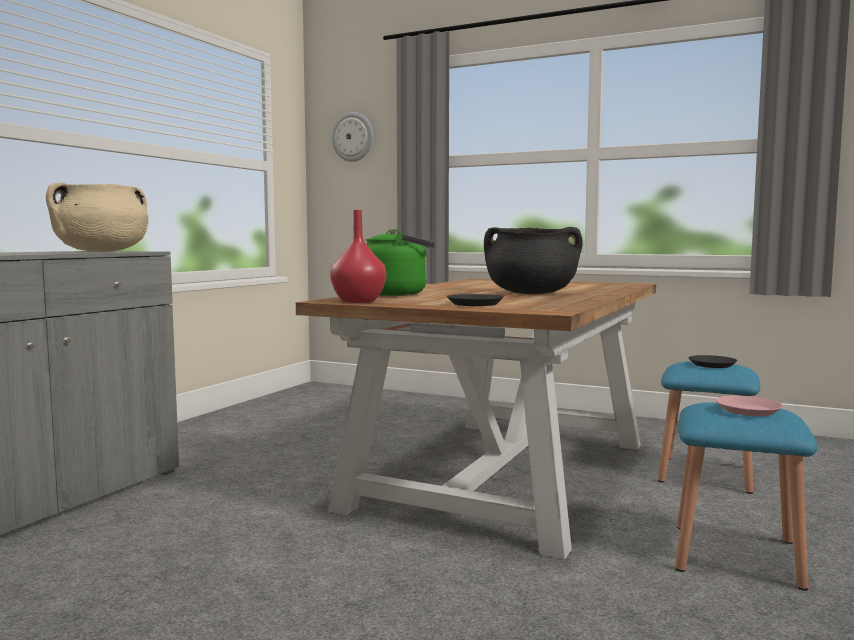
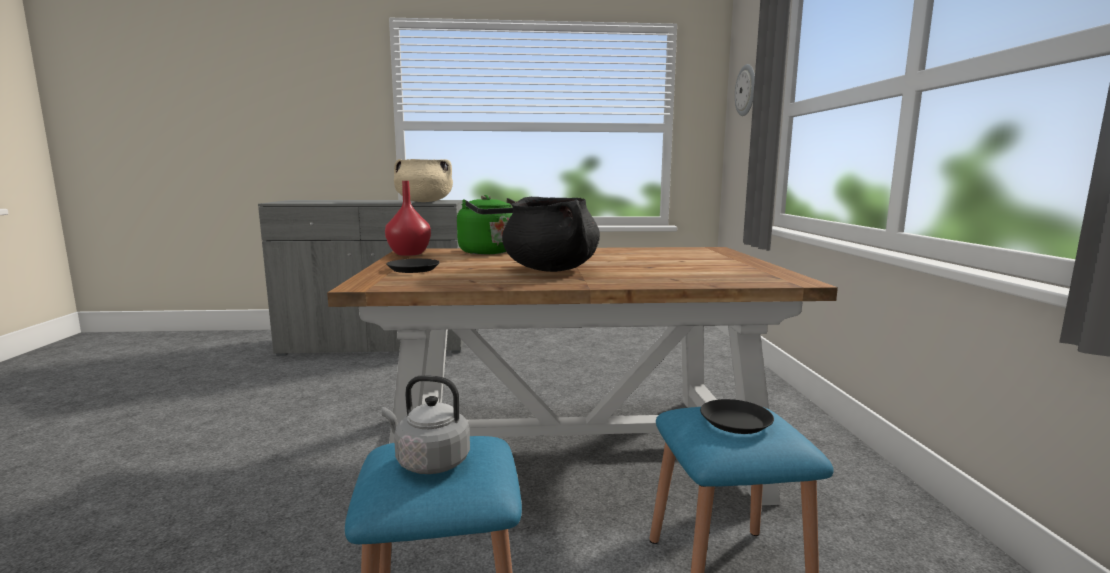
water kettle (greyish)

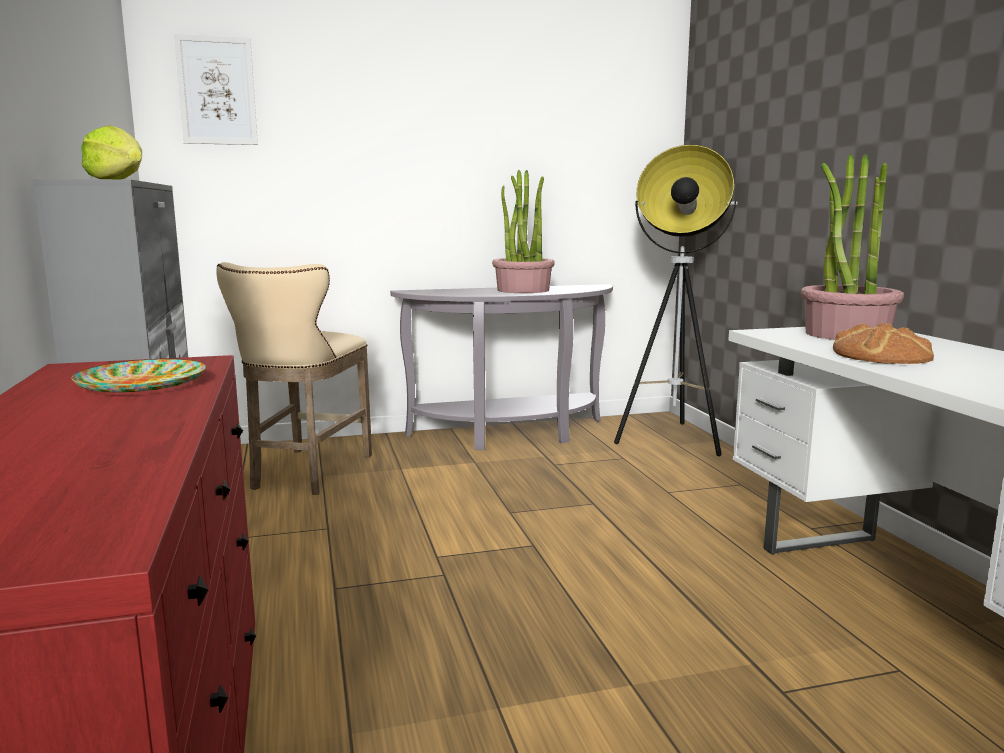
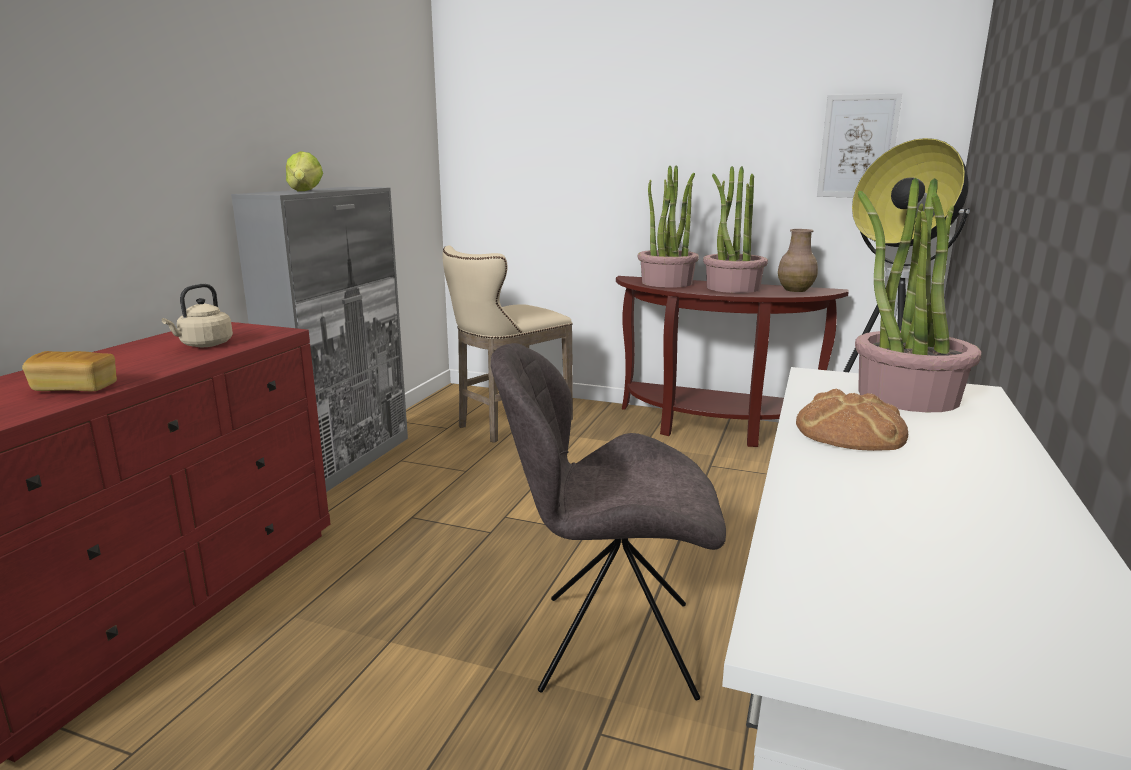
bakery bread (no. 1 from left); plain chair (greyish); houseplant (no. 1 from left); vase (brown); wall art; water kettle (sand-coloured); hall table (brown)

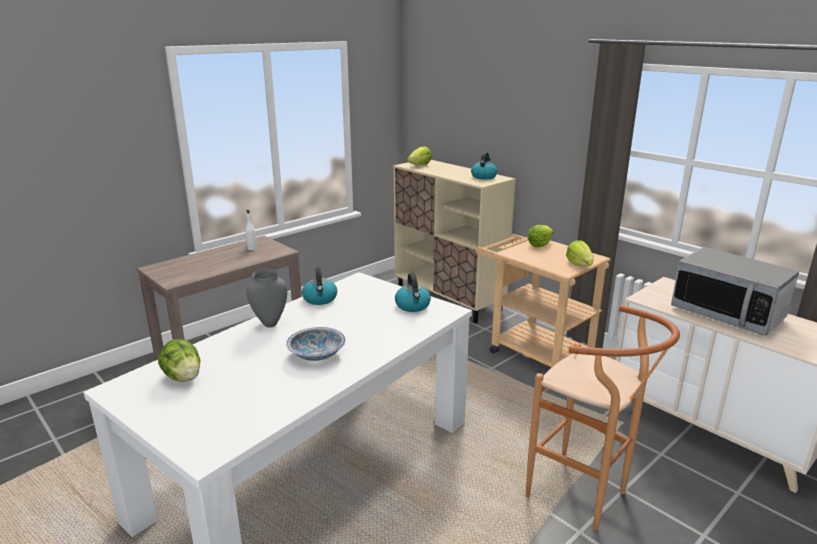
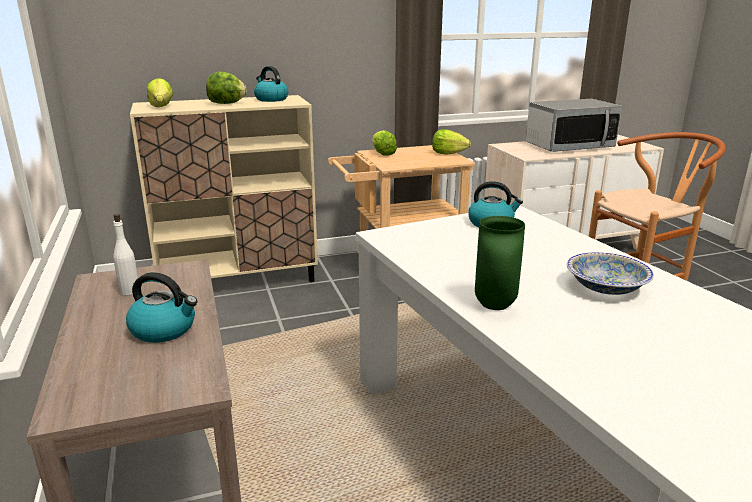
lettuce head (no. 2 from left); water kettle (no. 1 from left); vase (green-coloured)

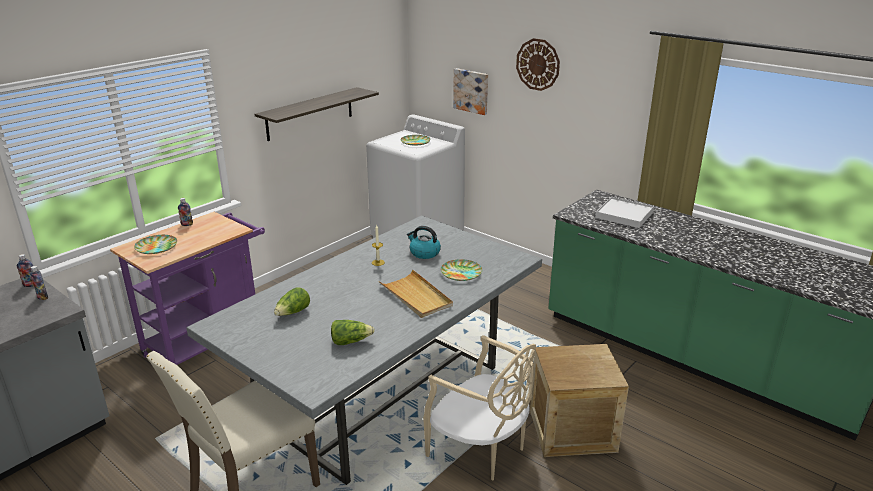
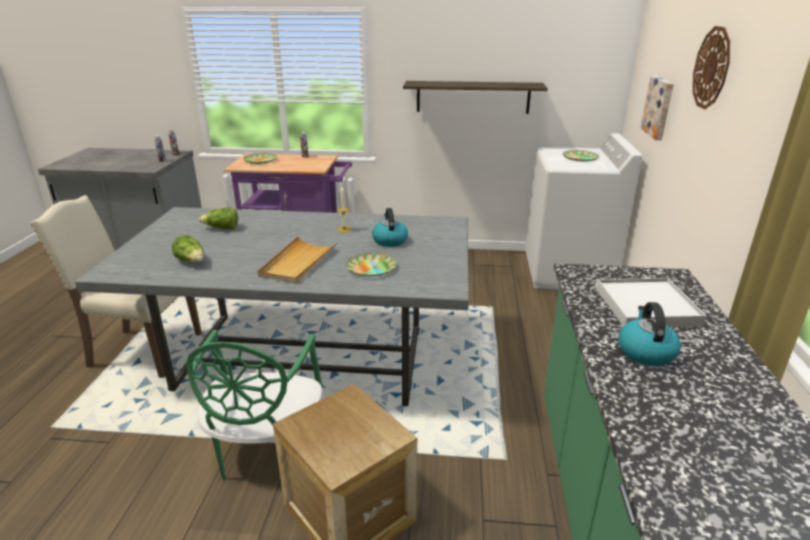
water kettle (no. 2 from left); plain chair (green-coloured)

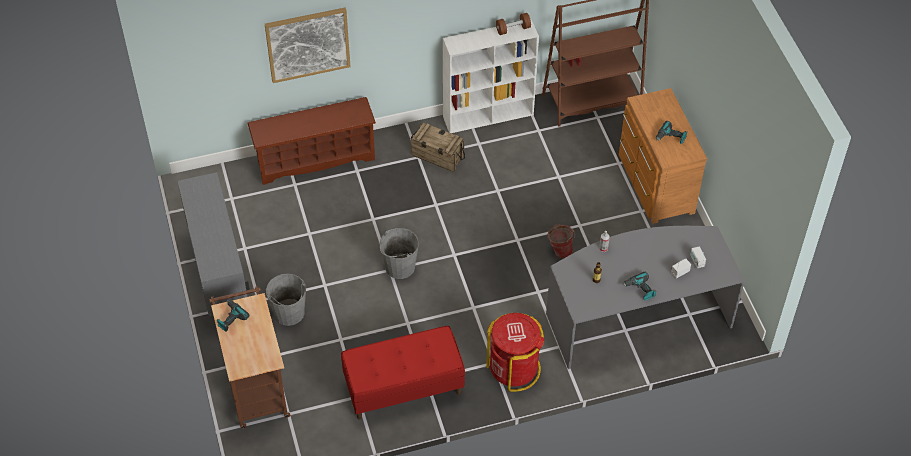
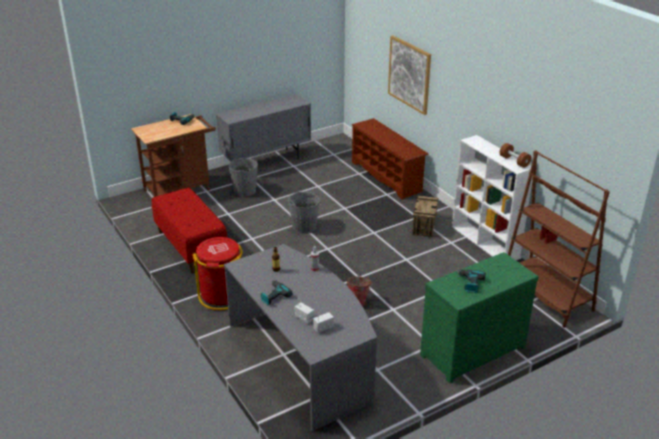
chest of drawers (green-coloured)

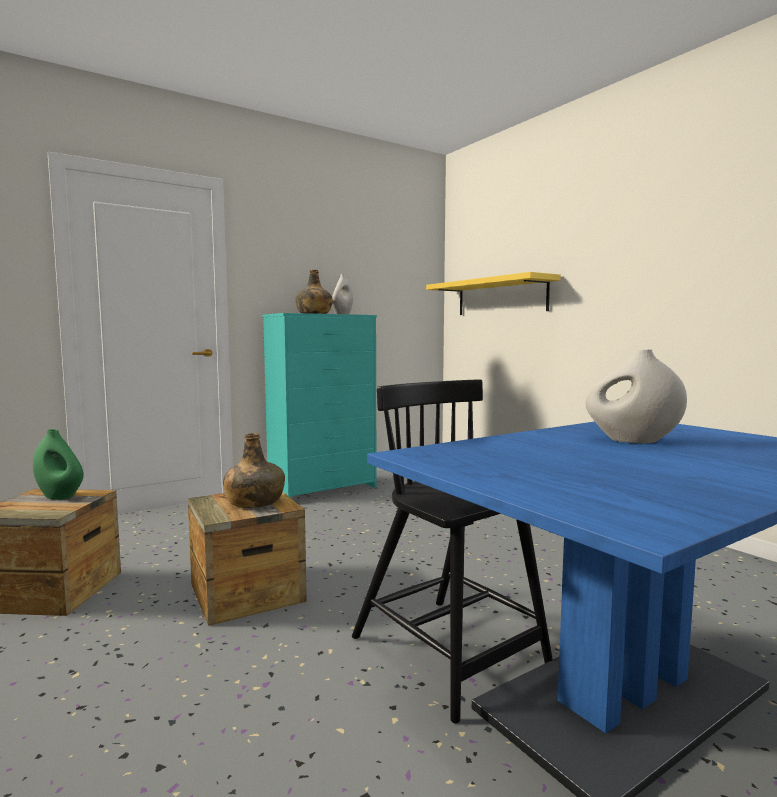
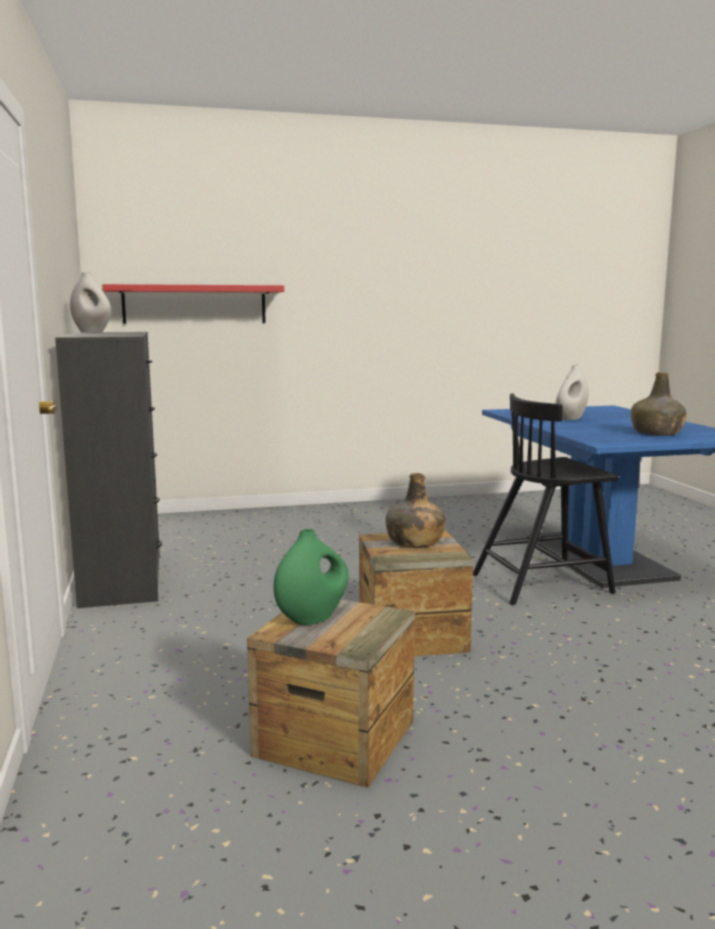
beverage bottle (green-coloured) (no. 2 from left); chest of drawers (blackish); wall shelf (red-coloured)

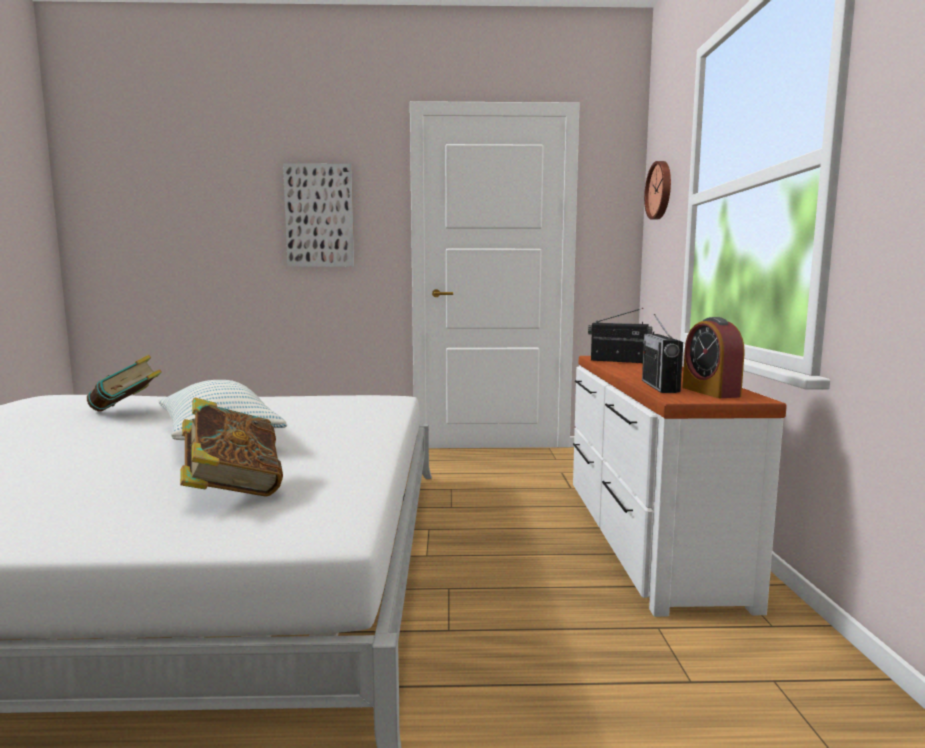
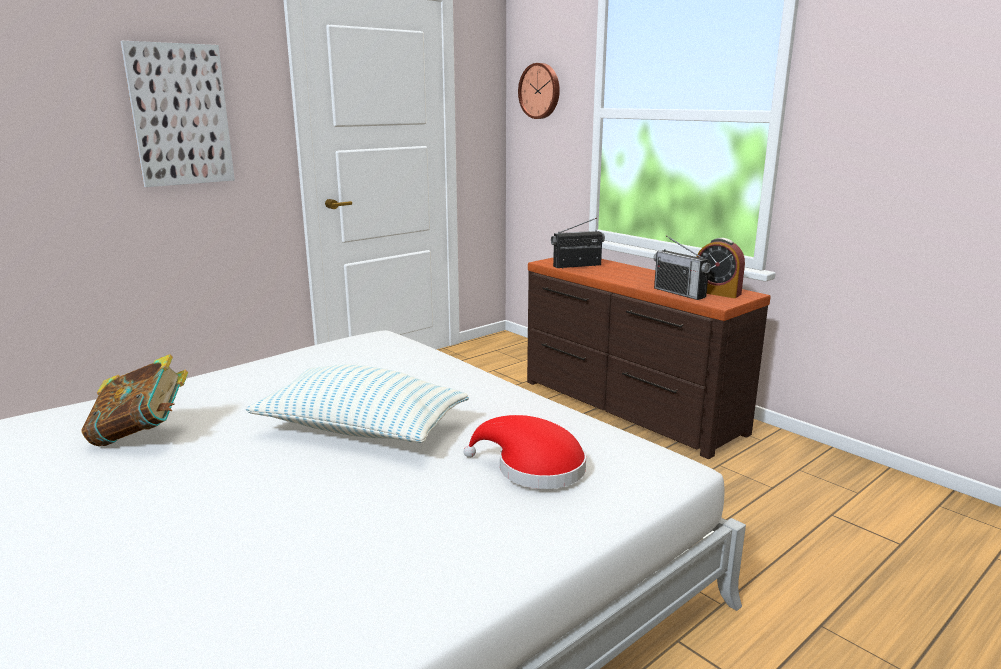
hat (red-coloured); chest of drawers (brown)

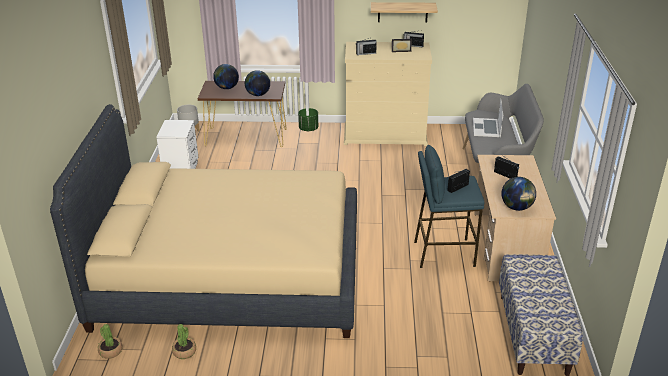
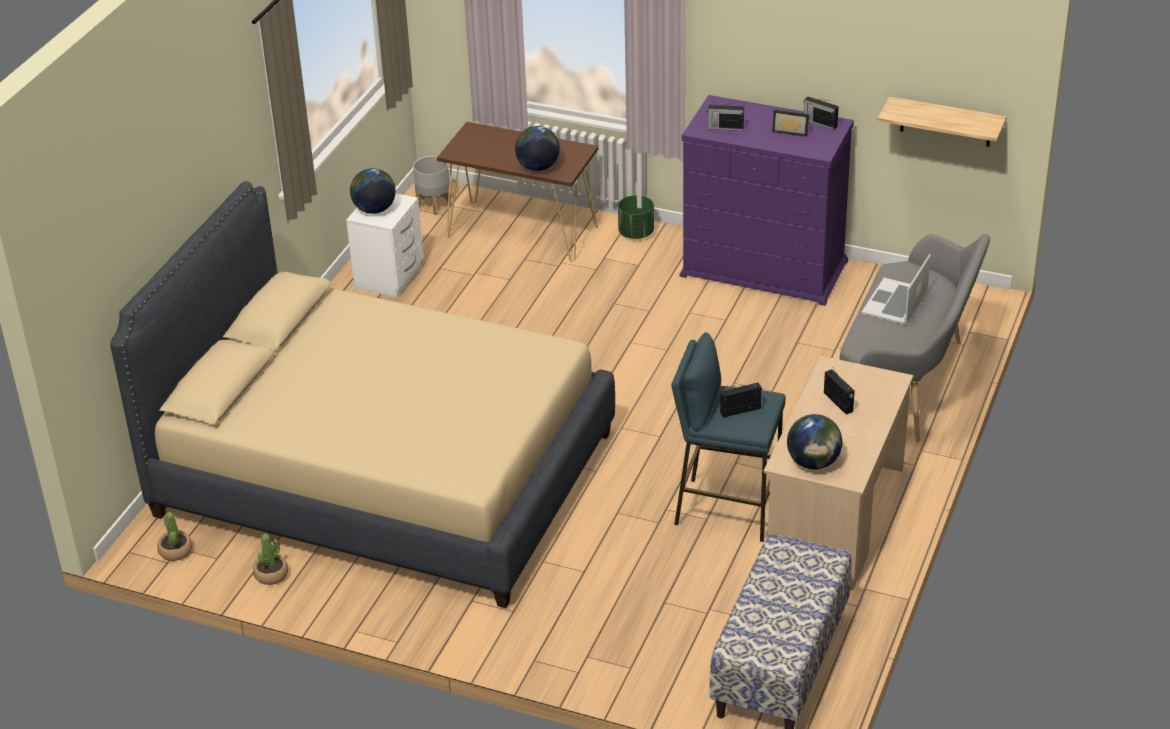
world globe (no. 1 from left); wall shelf; chest of drawers (purple-coloured)

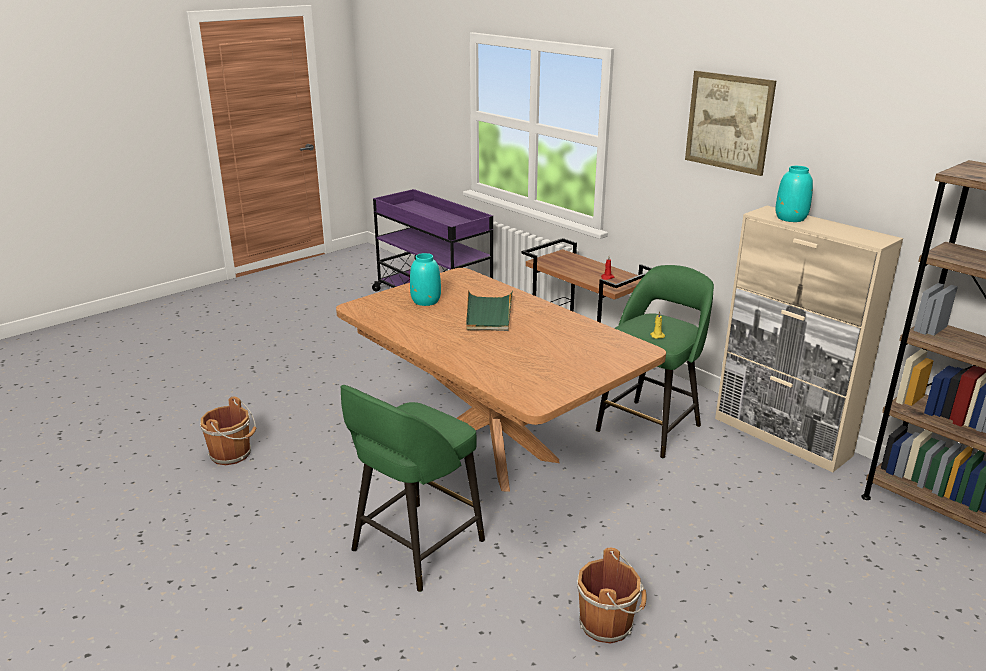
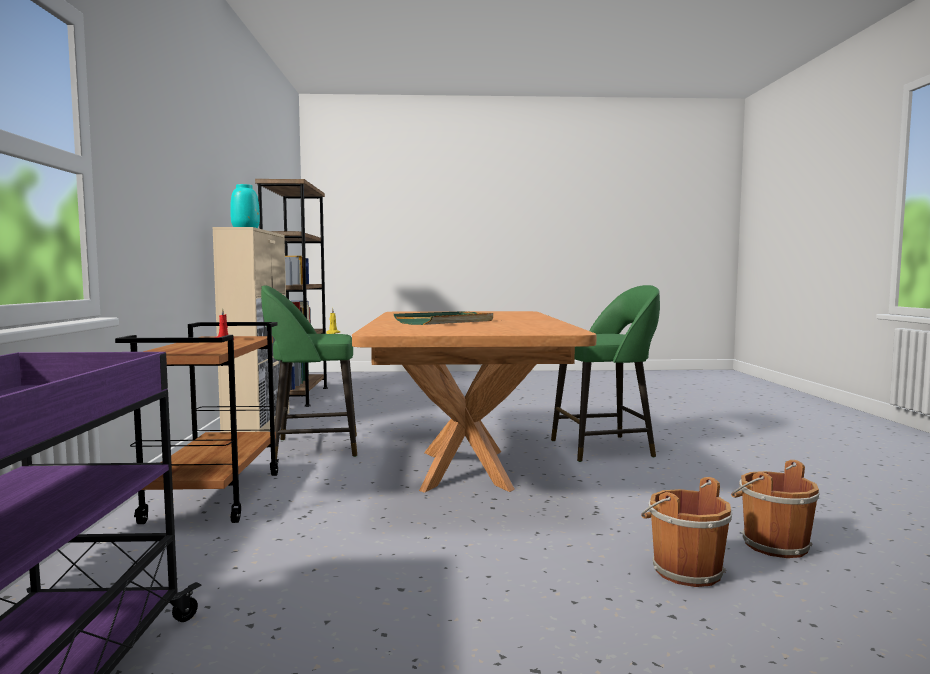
vase (blue-green) (no. 1 from left in the first image); wall art; water bucket (brown) (no. 1 from left)

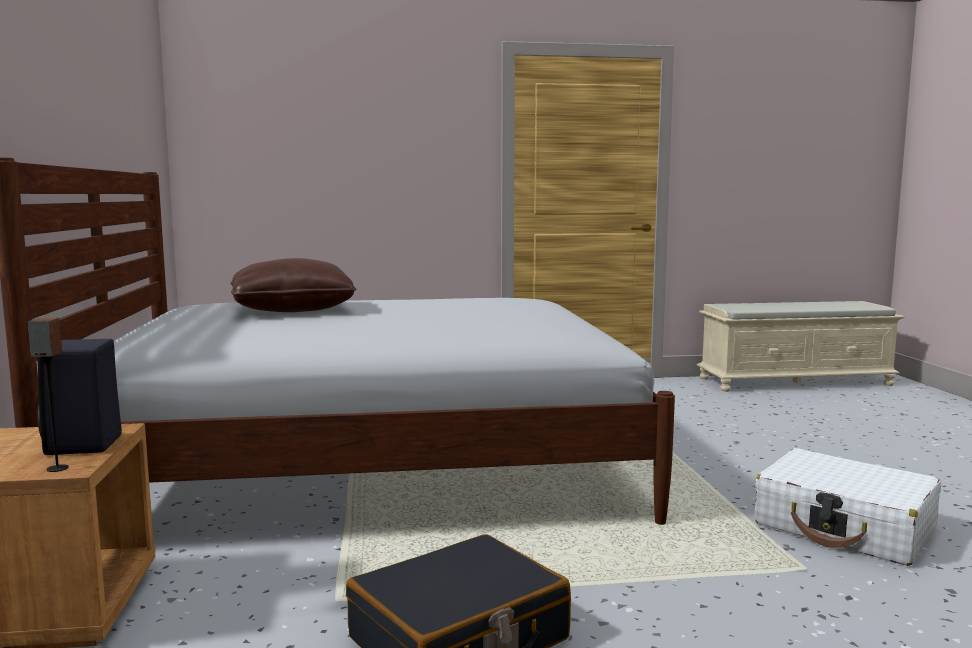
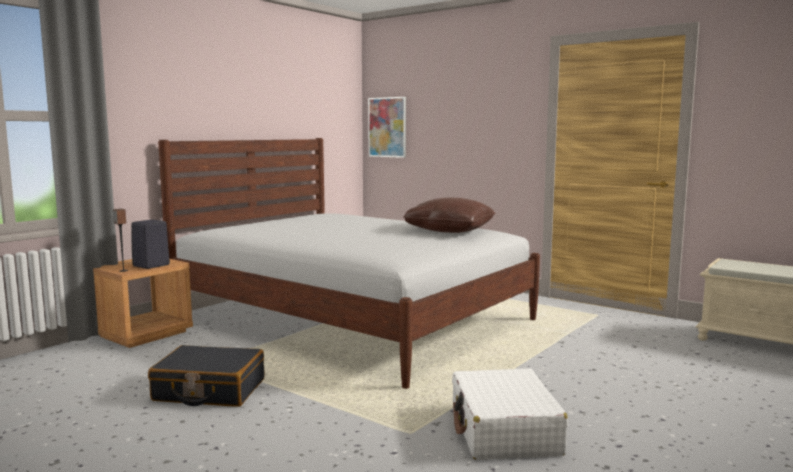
wall art; throw pillow (brown)

